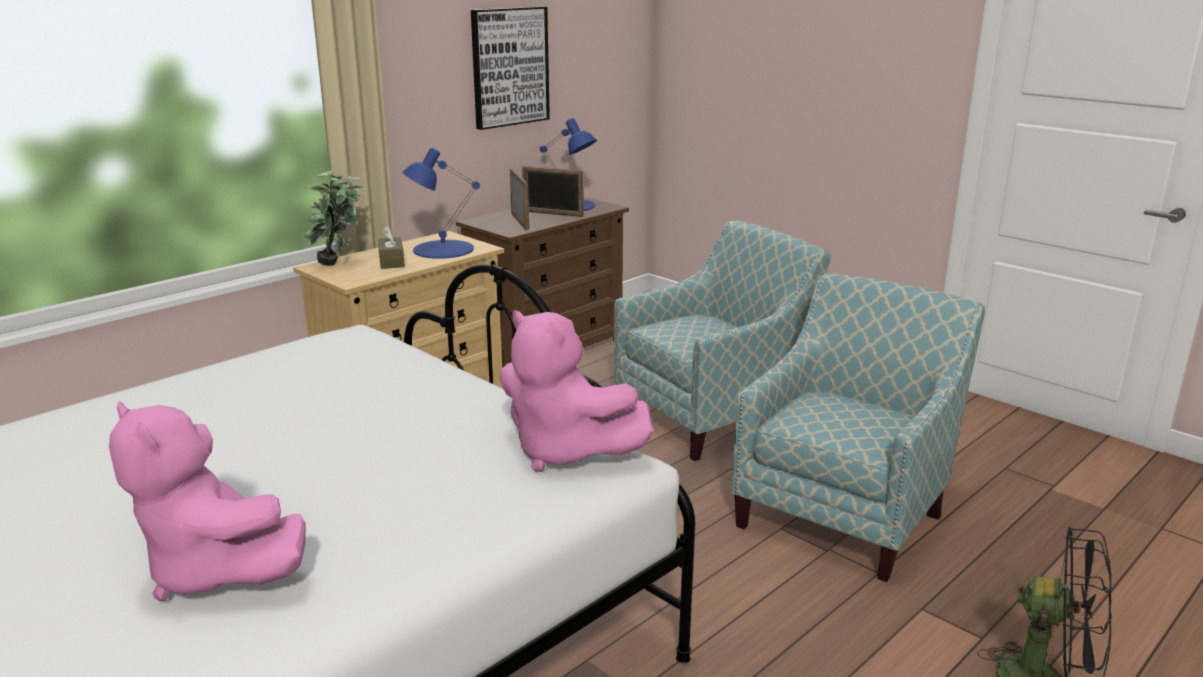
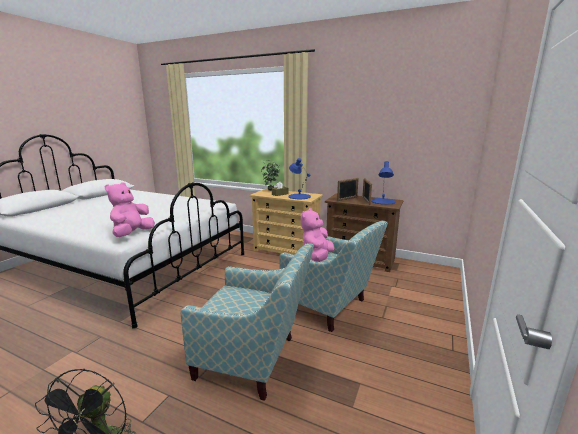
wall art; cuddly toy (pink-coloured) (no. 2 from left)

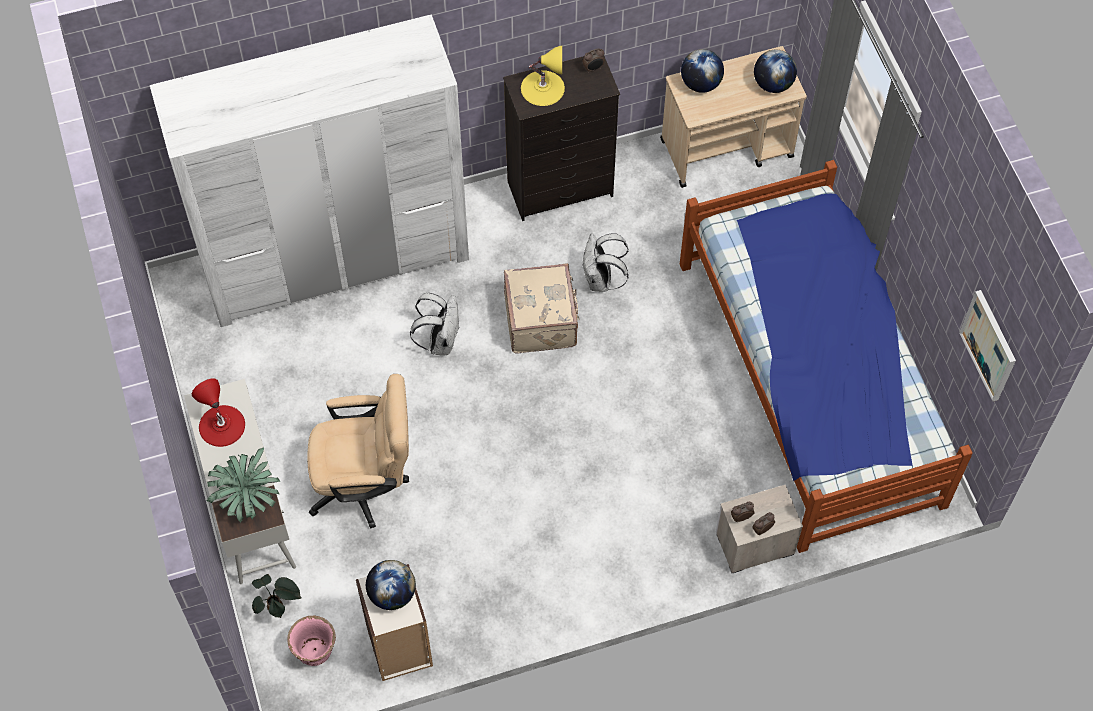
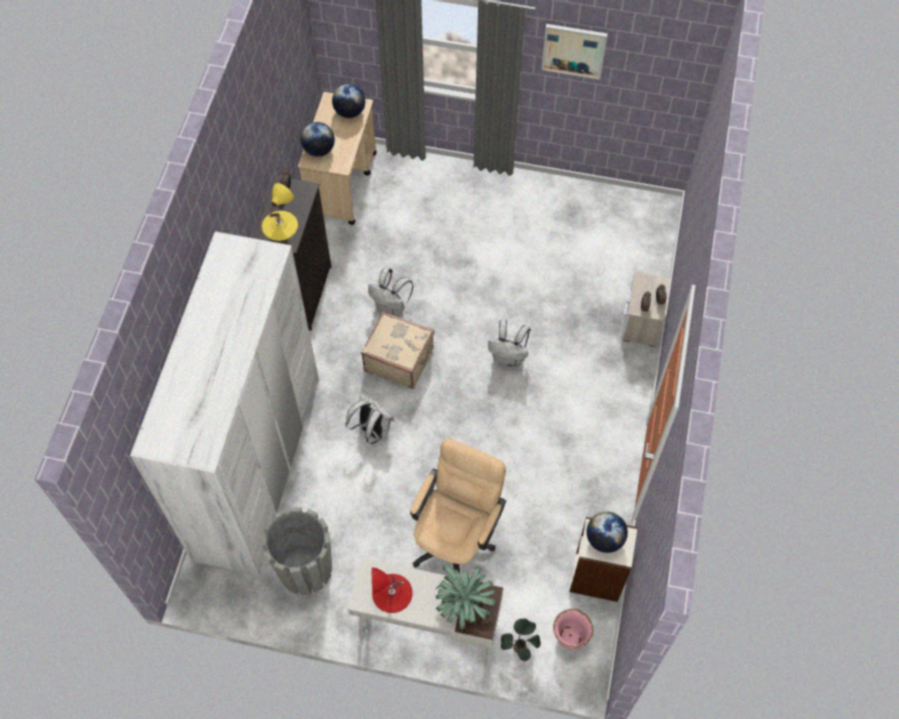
bed; planter (greyish); knapsack (white-coloured) (no. 3 from left); wall art

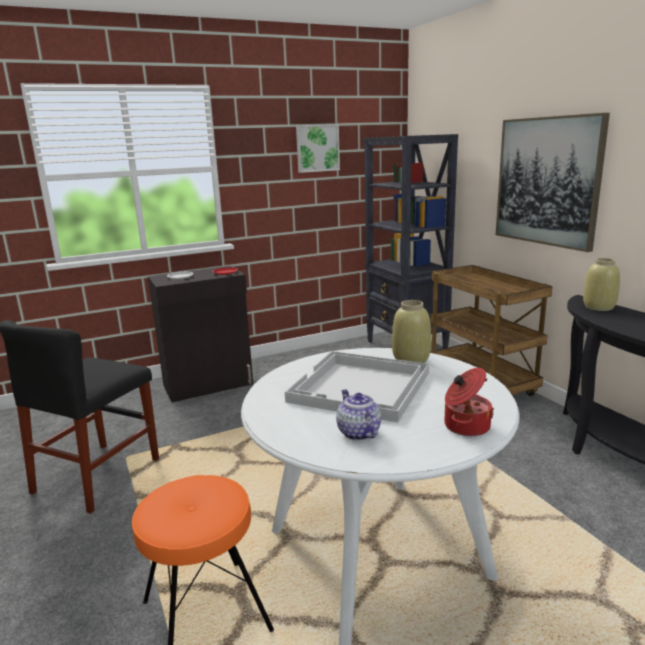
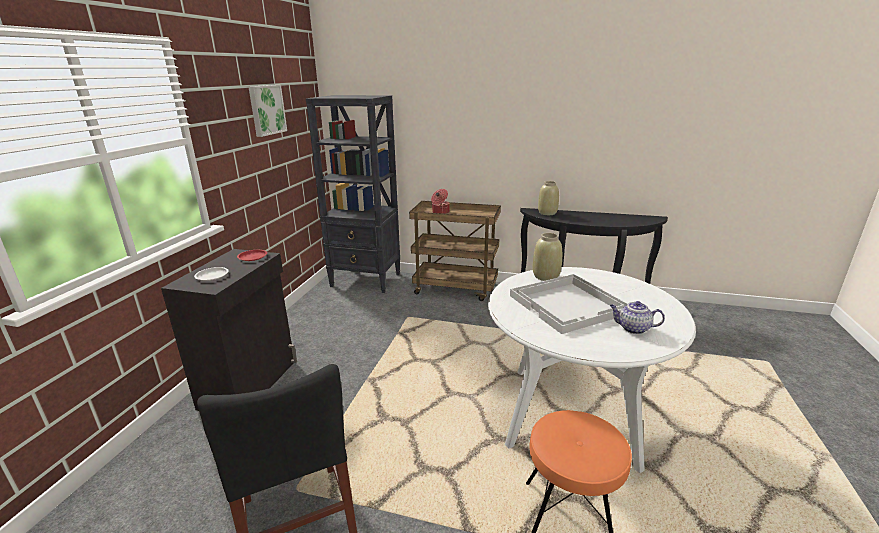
wall art (no. 2 from left in the first image); cooking pot

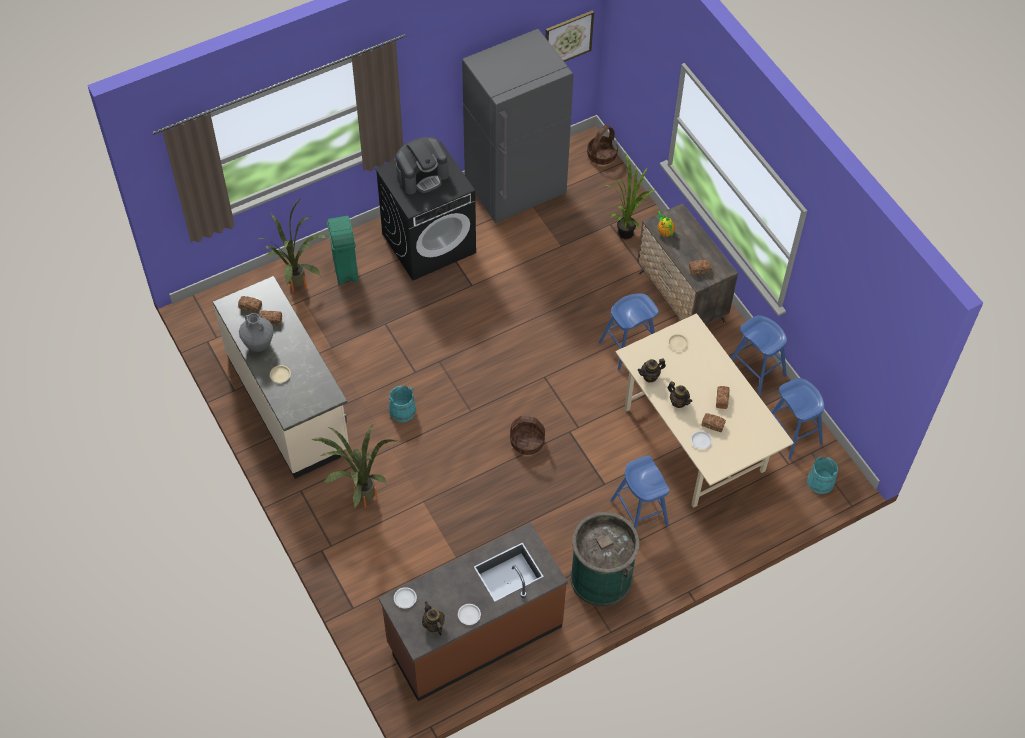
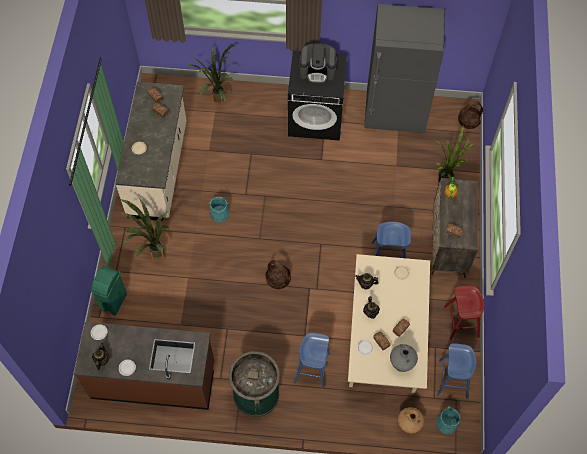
wall art; vase (brown); vase (greyish); trash can (green-coloured) (no. 1 from left); stool seat (red-coloured)

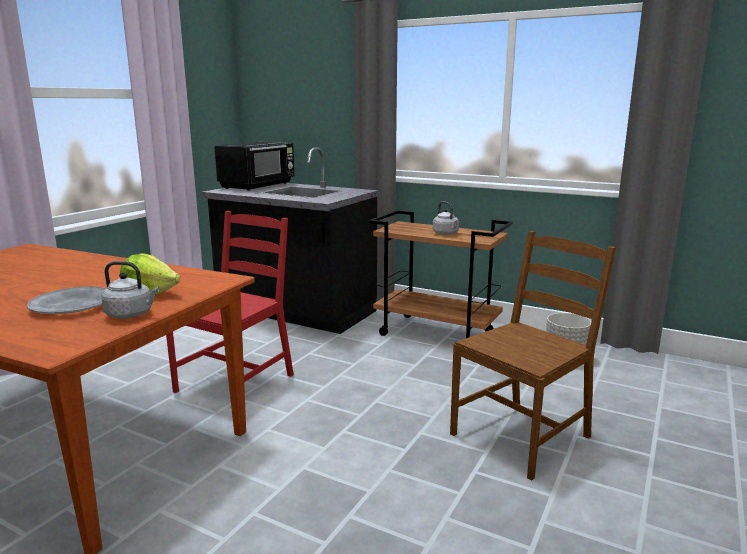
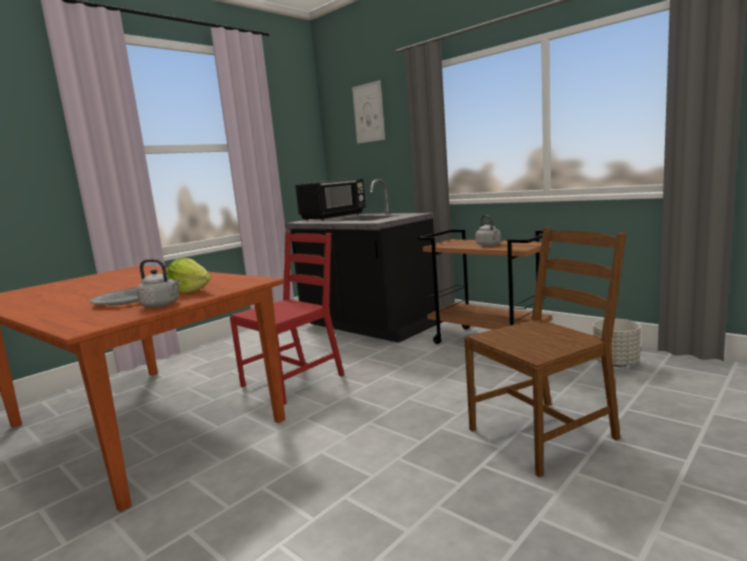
wall art

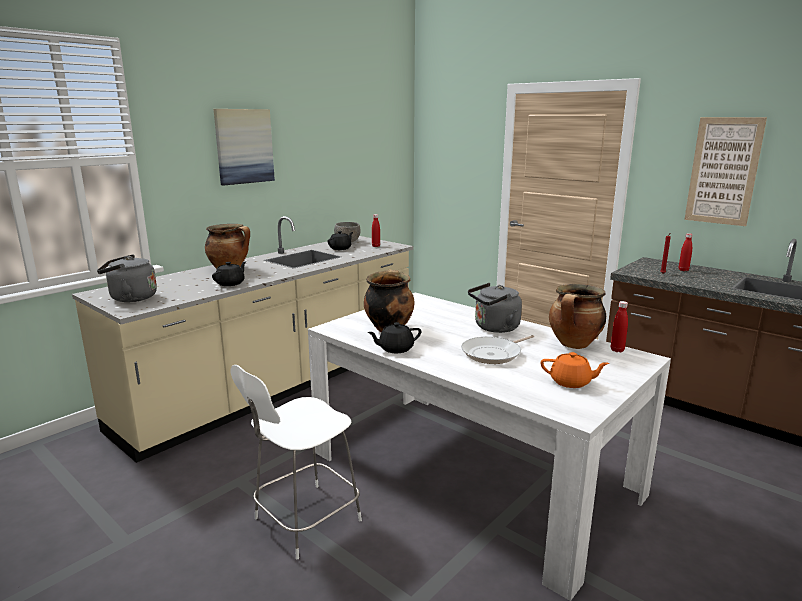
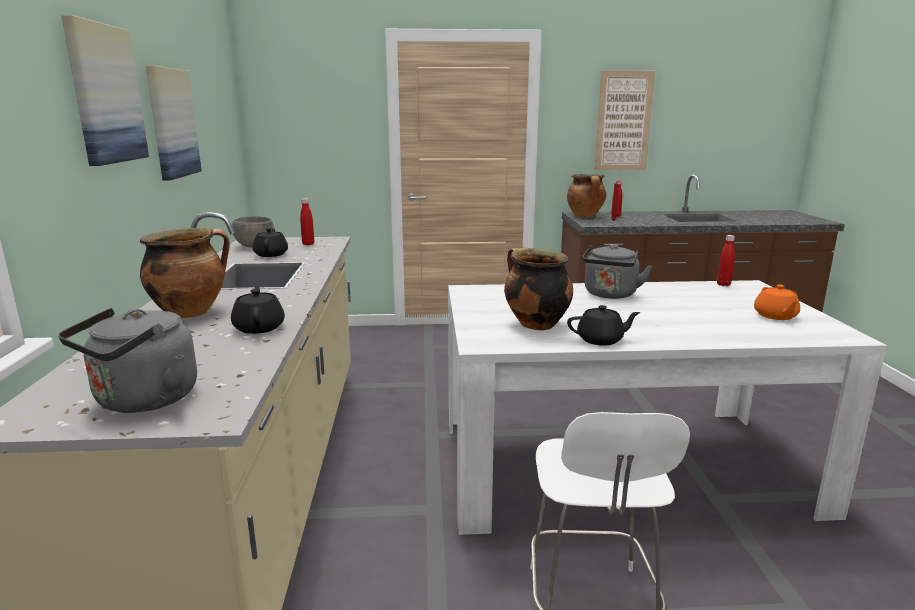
frying pan; wall art (no. 2 from left); cooking pot (no. 3 from left); tea pot (blackish) (no. 3 from left); tea pot (orange)

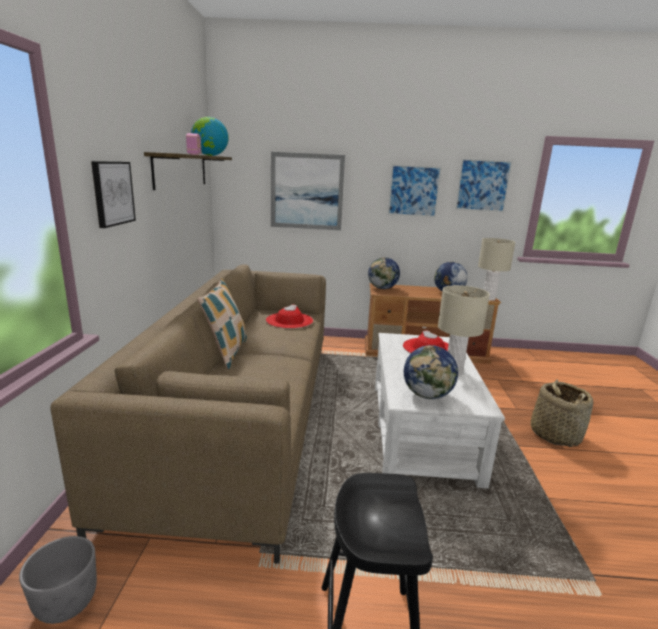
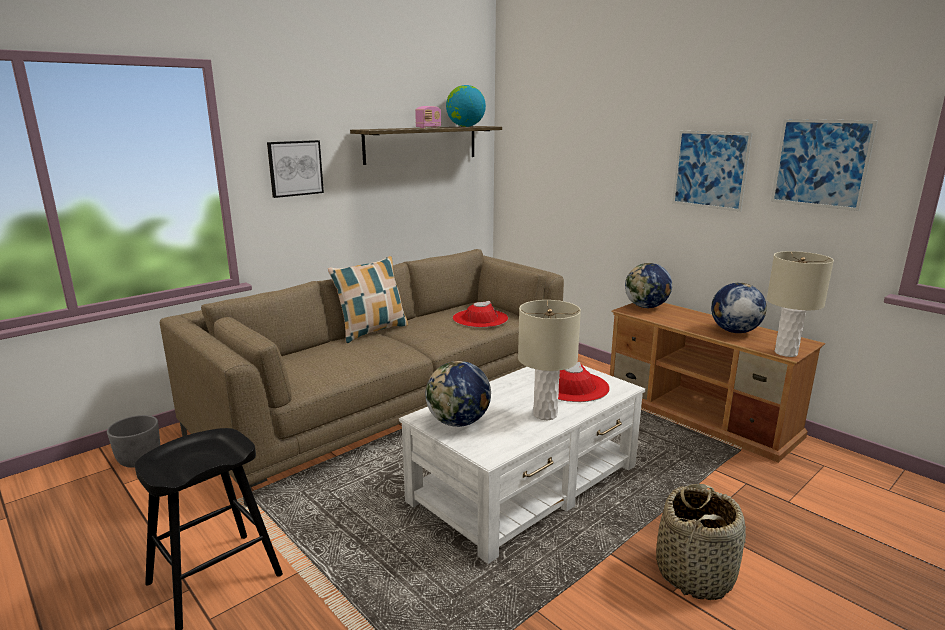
wall art (no. 2 from left in the first image)

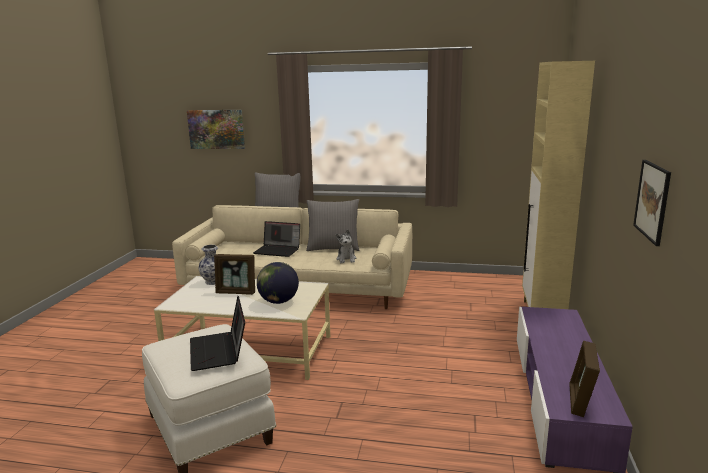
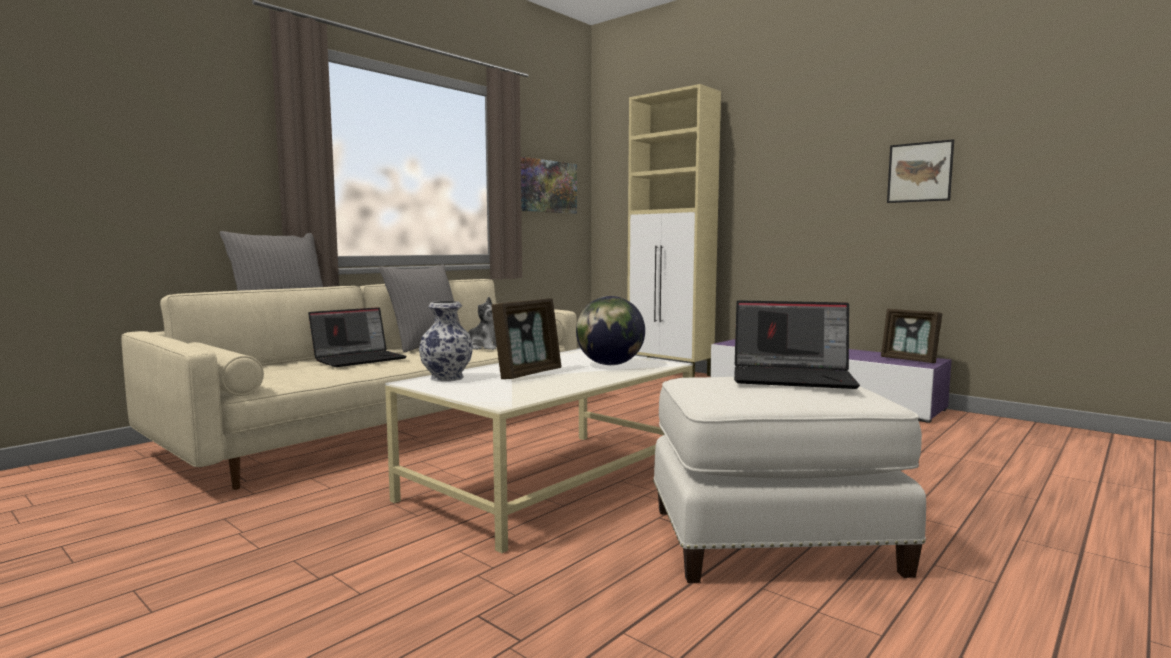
wall art (no. 1 from left)

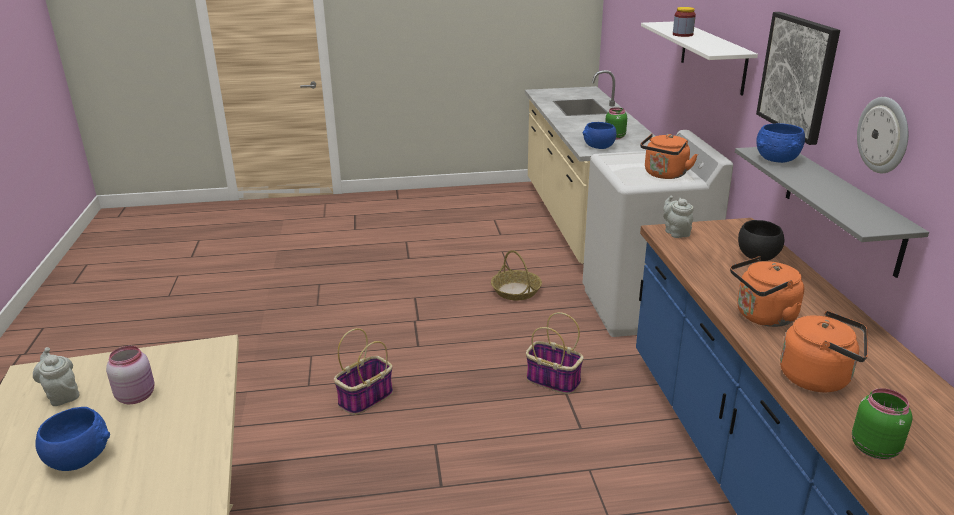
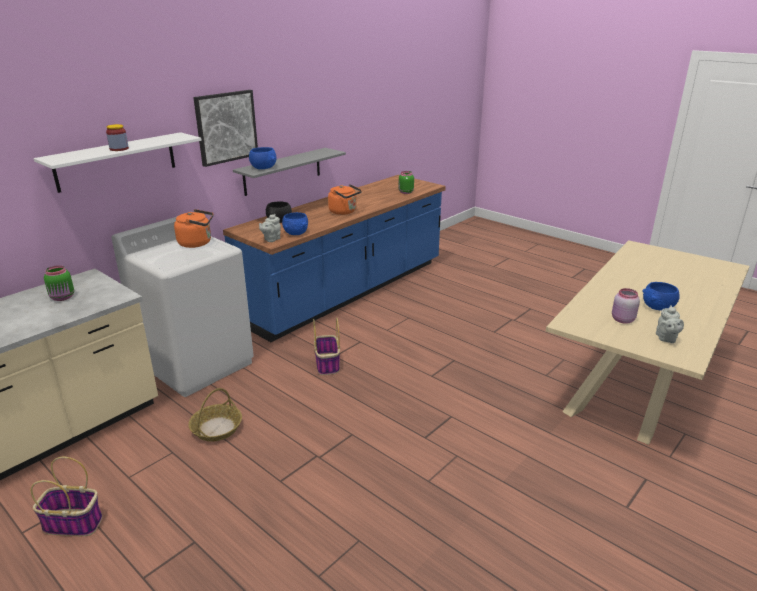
water kettle (orange) (no. 3 from left in the first image); clock on the wall; storage basket (no. 1 from left); serving bowl (blue-coloured) (no. 2 from left)

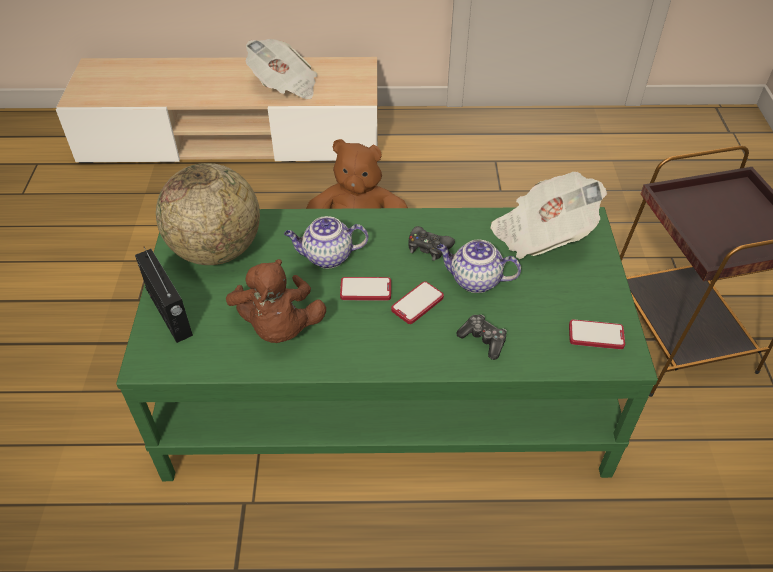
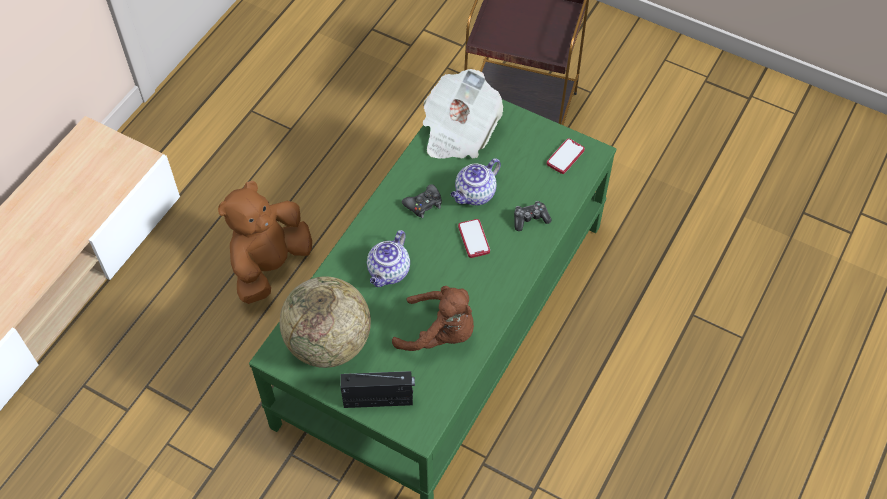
daily paper (no. 1 from left in the first image); telephone (no. 1 from left in the first image)

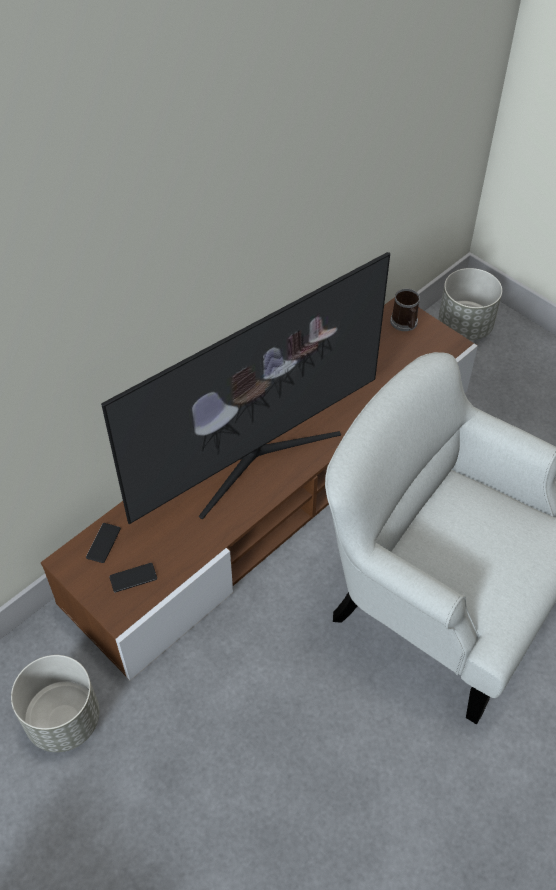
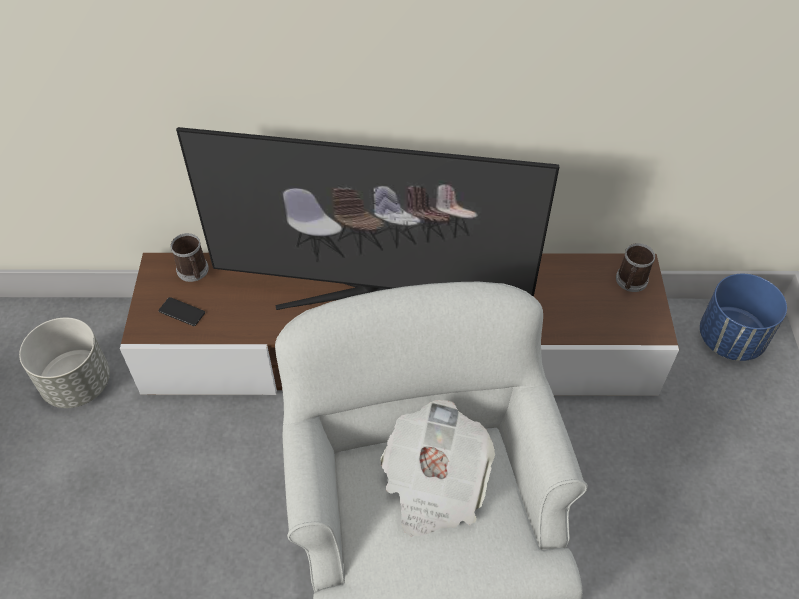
daily paper; mug (no. 1 from left); planter (blue-coloured)

